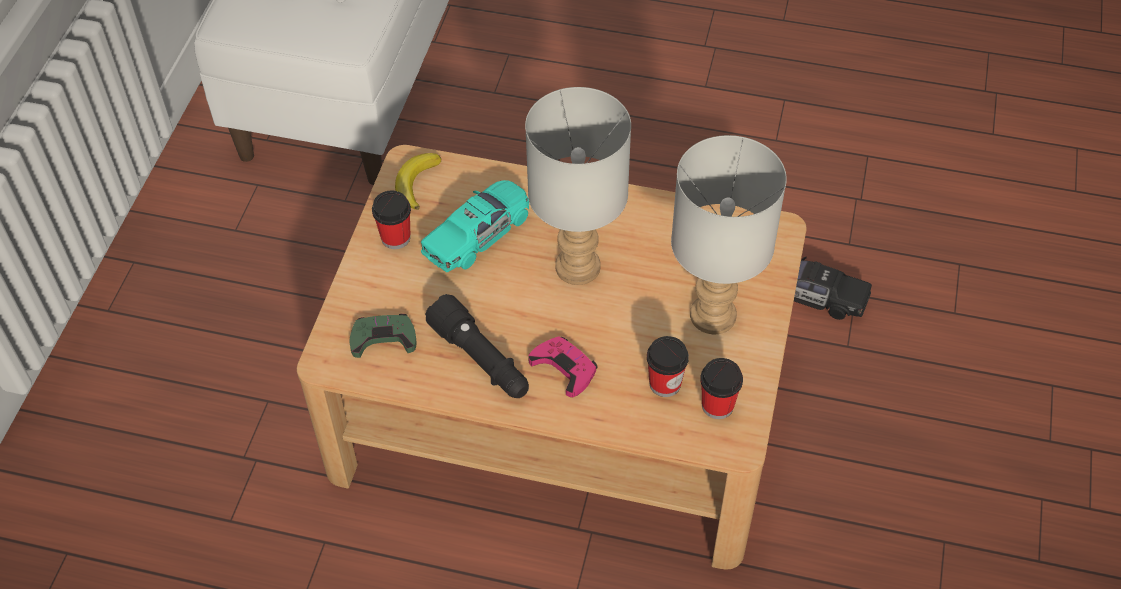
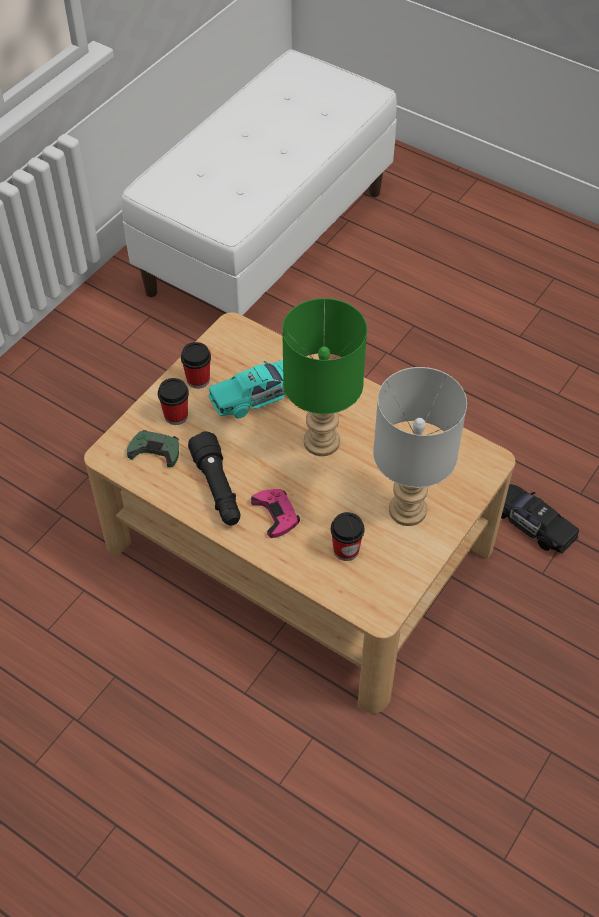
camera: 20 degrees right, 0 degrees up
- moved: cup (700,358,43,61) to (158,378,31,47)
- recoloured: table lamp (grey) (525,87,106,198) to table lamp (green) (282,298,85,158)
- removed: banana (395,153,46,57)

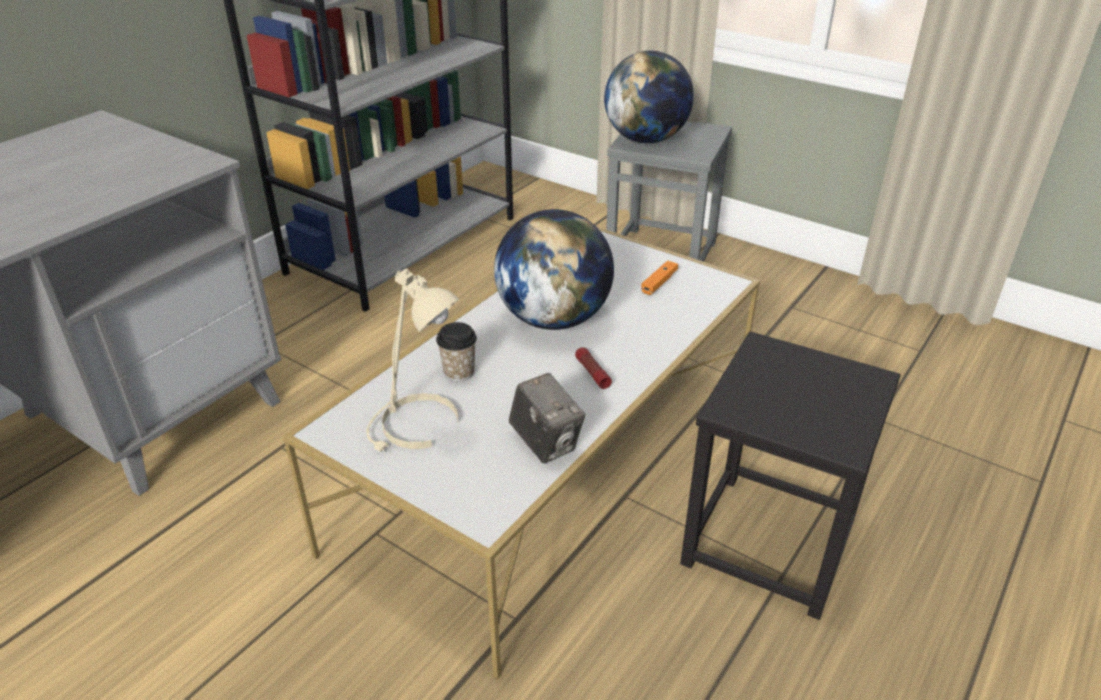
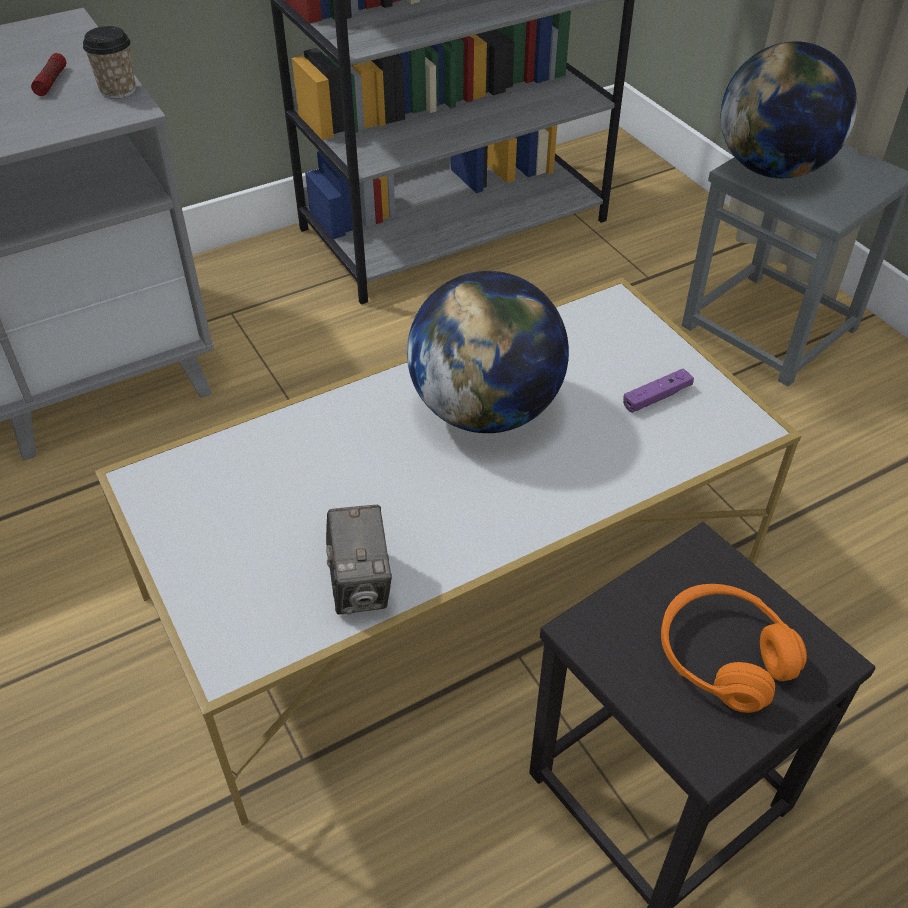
camera: 25 degrees right, 10 degrees up
- moved: flashlight (575,347,37,42) to (31,53,36,43)
- moved: cup (436,322,41,59) to (83,26,53,73)
- recoloured: game controller (orange) (641,261,37,34) to game controller (purple) (623,369,71,44)
- added: headphones (orange) (661,584,146,129)
- removed: table lamp (beige) (366,269,93,183)

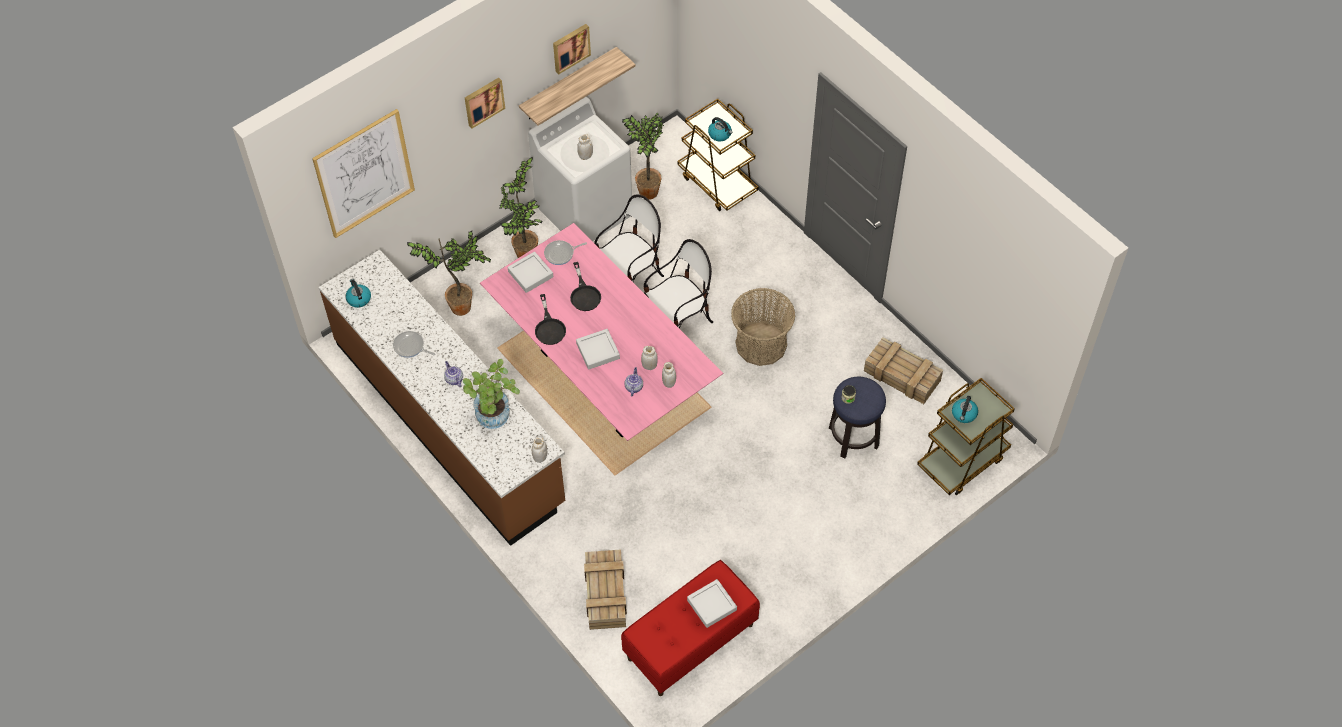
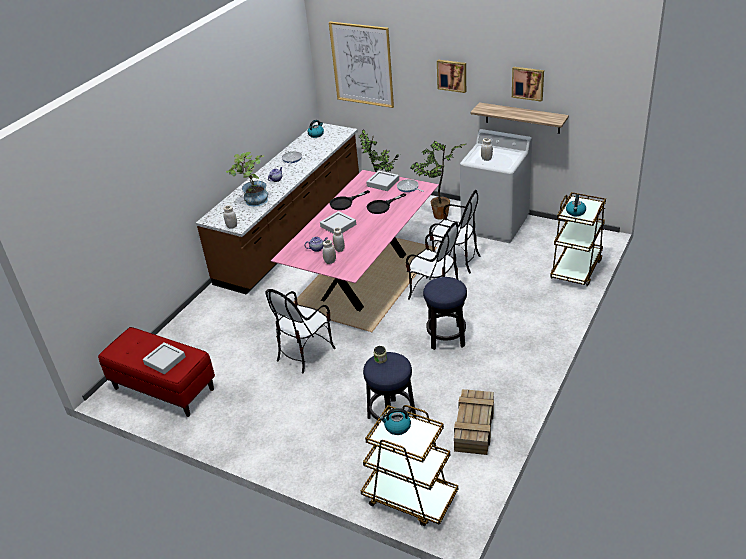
camera: 70 degrees right, 20 degrees down
- added: chair (266,289,70,85)
- replaced: basket (731,288,64,78) to stool (423,277,44,73)
- removed: crate (584,550,43,80)
- removed: potted plant (622,113,42,87)

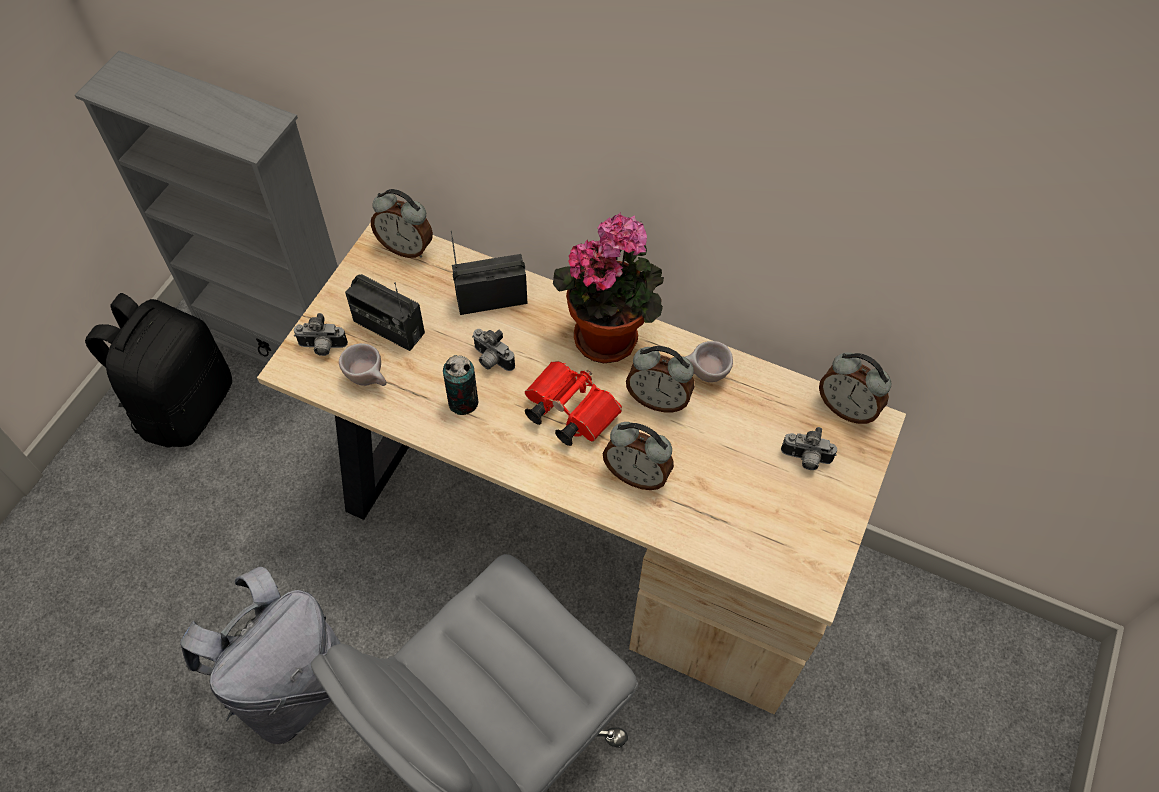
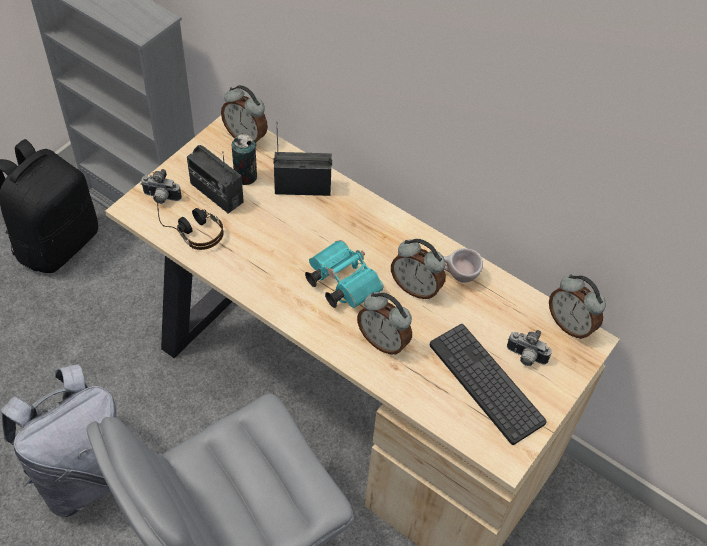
camera: 10 degrees right, 5 degrees down
- replaced: cup (beige) (339,343,48,43) to headphones (157,202,67,48)
- moved: can (443,355,36,60) to (232,134,25,51)
- recoloured: binoculars (red) (525,361,97,85) to binoculars (turquoise) (305,240,79,68)
- added: keyboard (430,324,117,121)
- removed: photo camera (472,329,43,42)
- removed: potted plant (553,212,111,151)

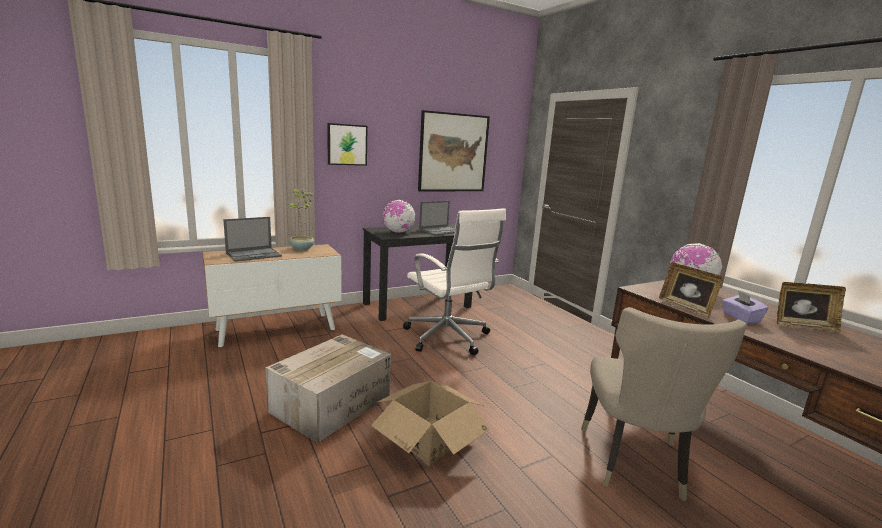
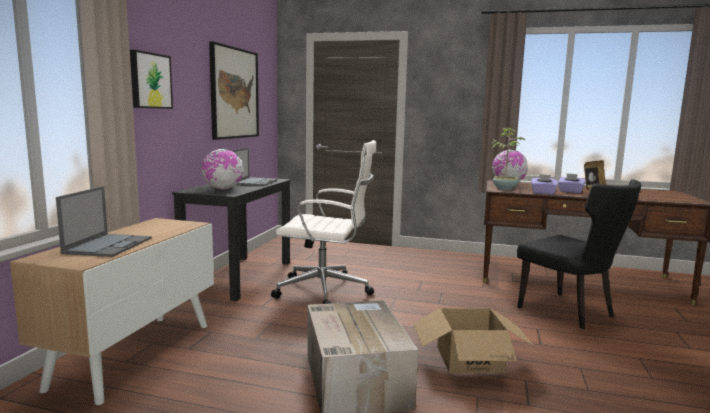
camera: 45 degrees left, 5 degrees down
- moved: potted plant (289,189,26,62) to (492,127,33,63)
- recoloured: chair (beige) (581,307,166,194) to chair (black) (517,179,124,150)
- replaced: picture frame (659,263,64,55) to tissue box (purple) (531,174,27,20)

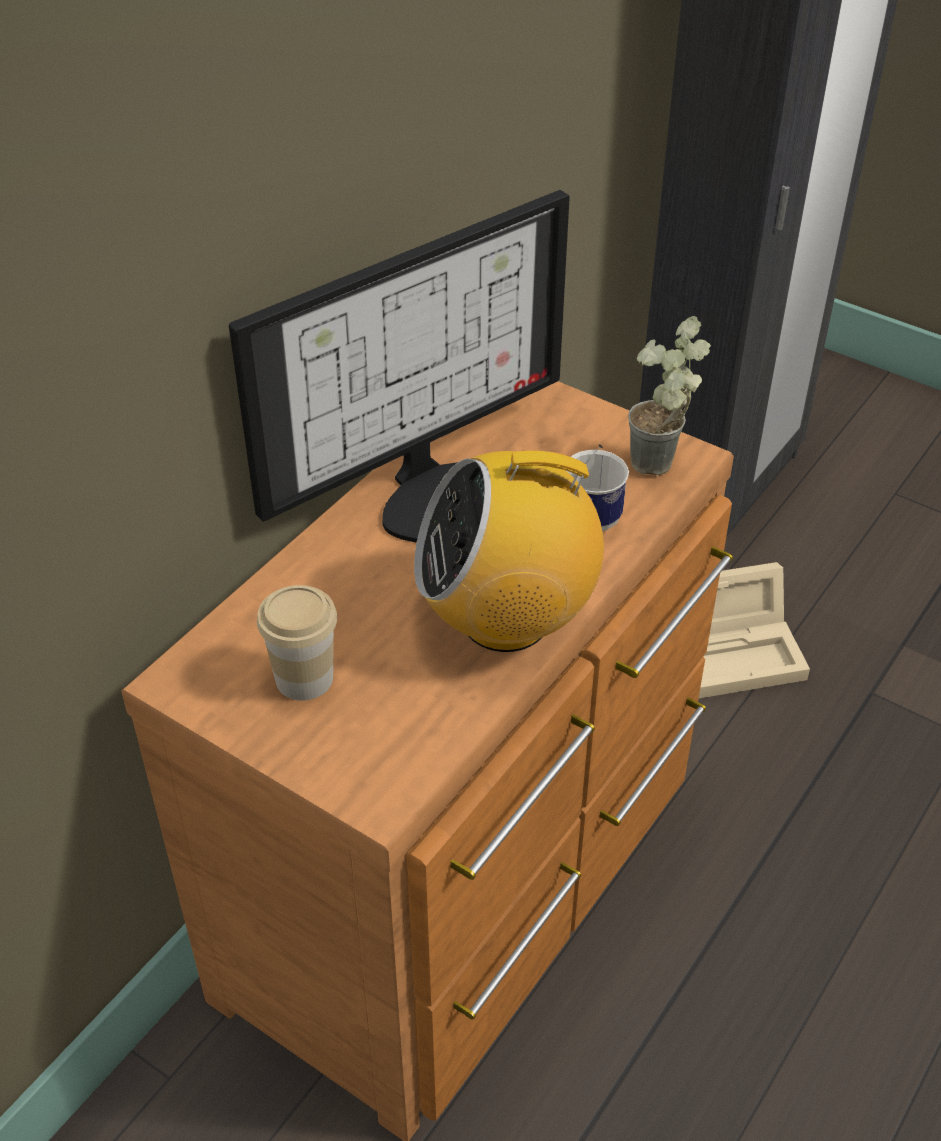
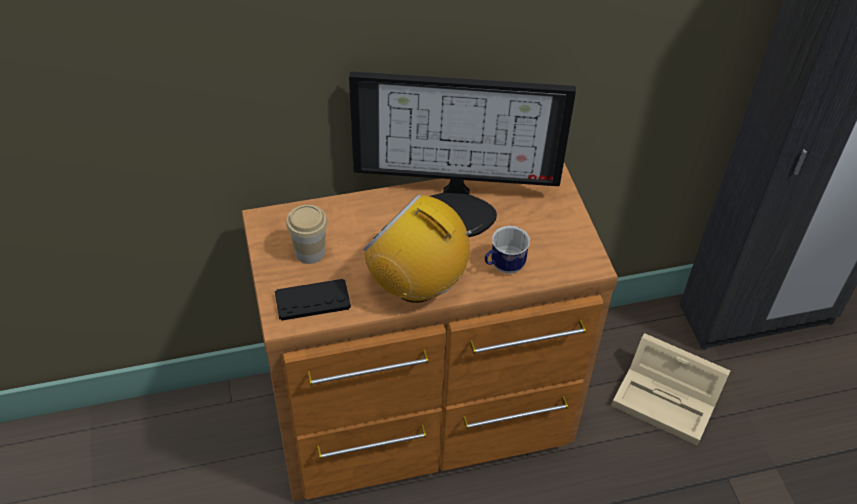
camera: 40 degrees right, 5 degrees up
- added: game controller (black) (275,279,76,42)
- removed: potted plant (628,316,83,160)

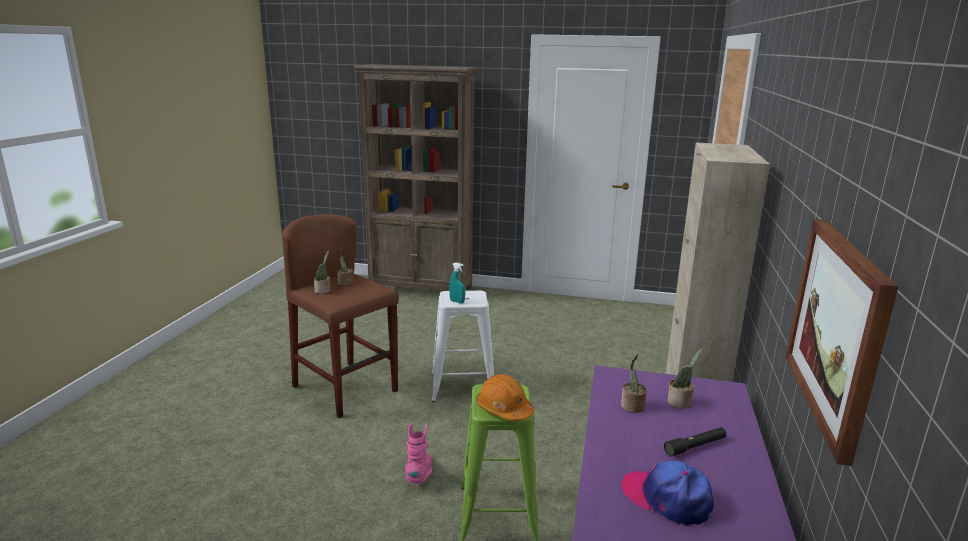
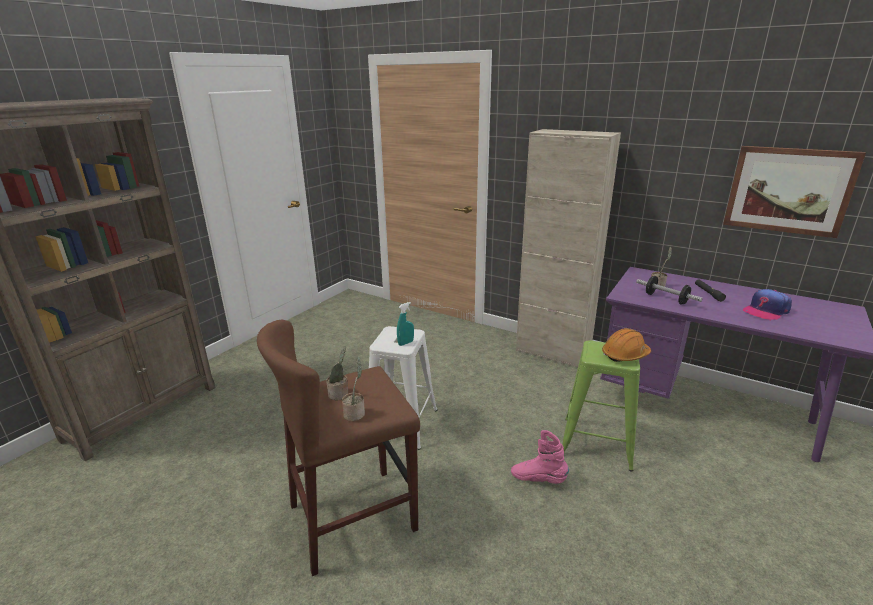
camera: 70 degrees left, 5 degrees up
- replaced: potted plant (621,354,26,59) to dumbbell (636,276,67,29)

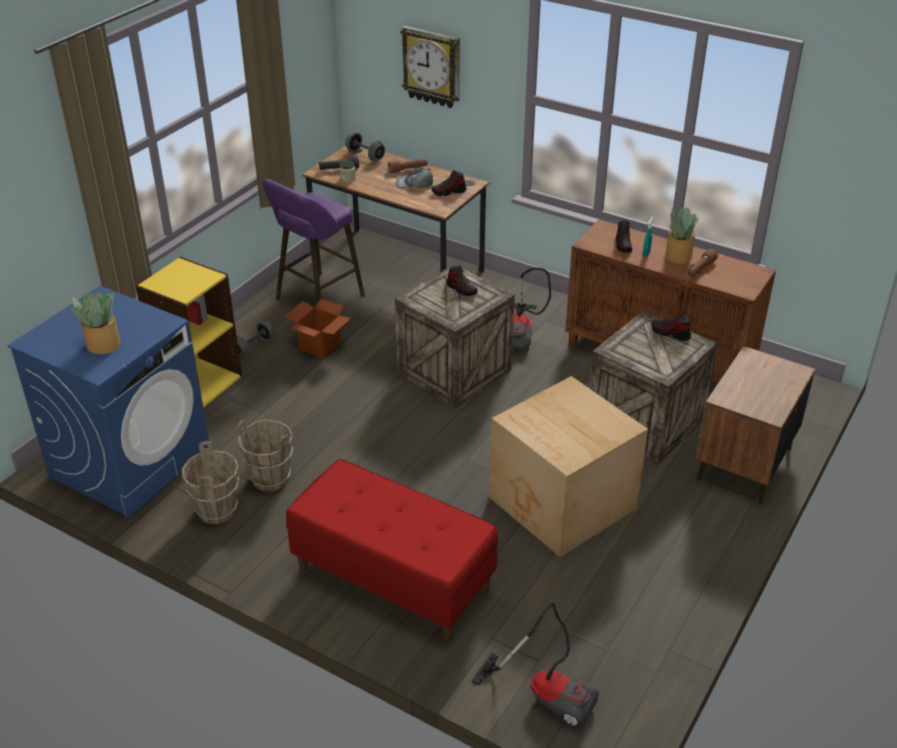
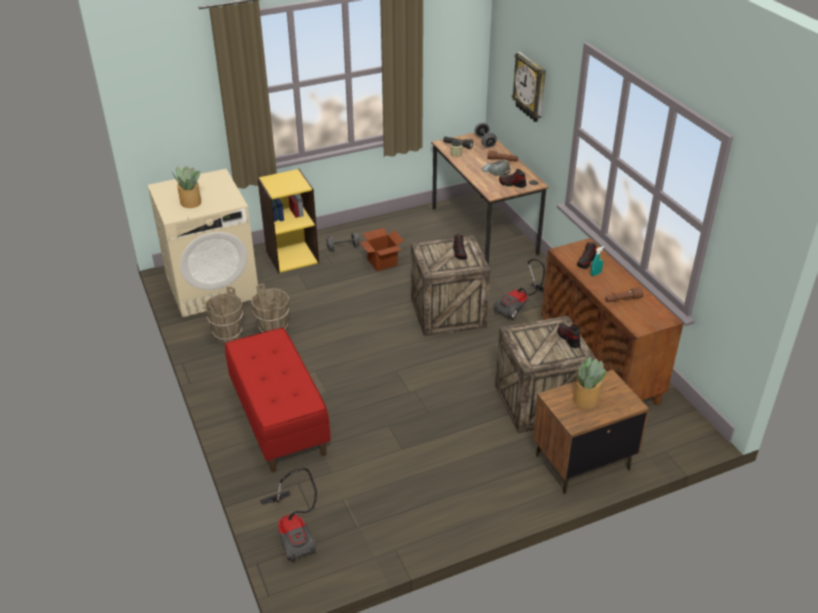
camera: 35 degrees right, 0 degrees up
- recoloured: washing machine (blue) (8,286,201,231) to washing machine (beige) (147,169,111,149)
- moved: potted plant (665,207,35,57) to (573,357,33,51)
- removed: stool (purple) (263,179,102,125)
- removed: cardboard box (489,376,159,181)

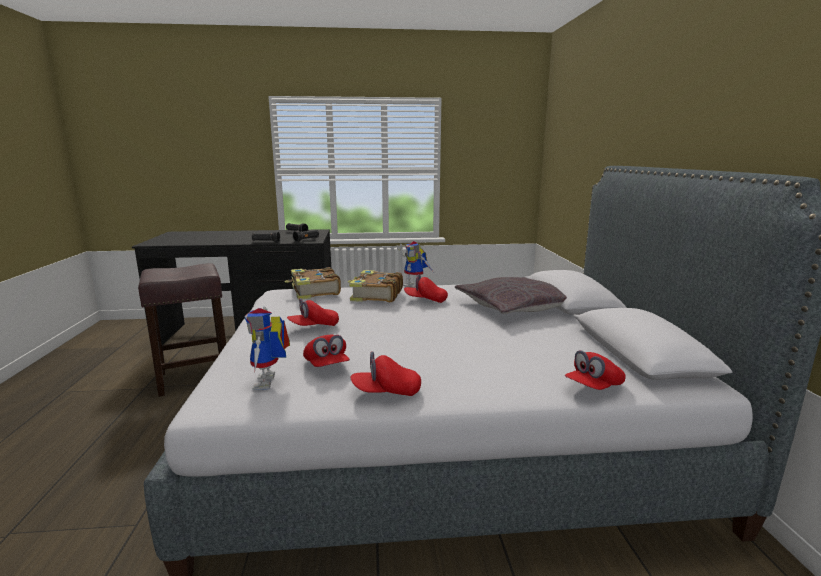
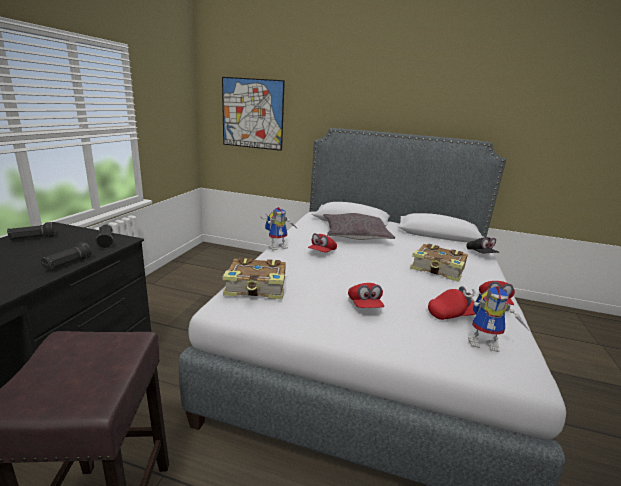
camera: 70 degrees left, 5 degrees up
- added: picture (222,77,63,74)
- moved: book (348,270,55,32) to (410,244,58,38)
- recoloured: cap (red) (565,350,61,40) to cap (black) (466,237,33,16)

